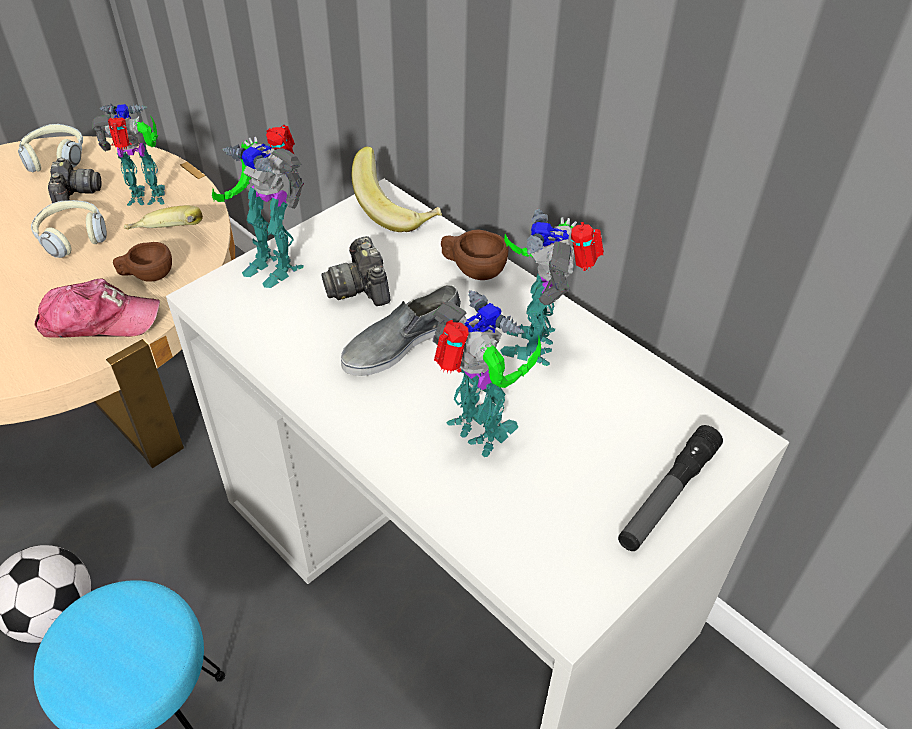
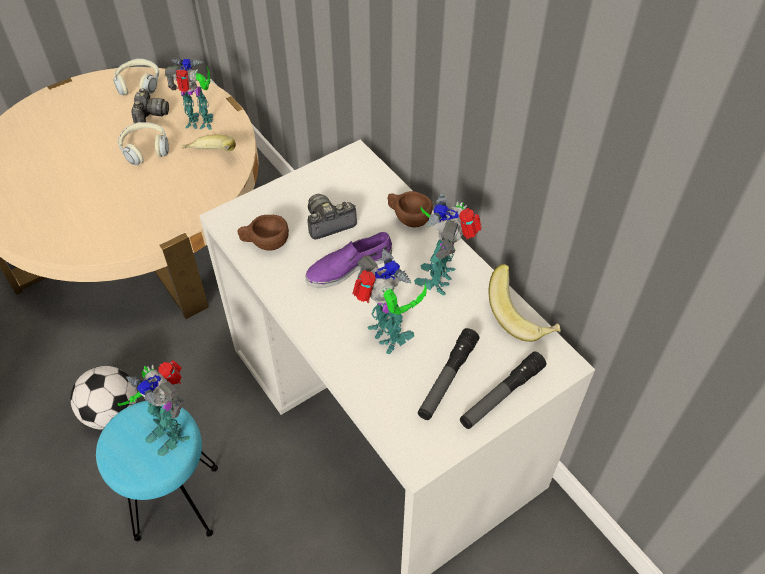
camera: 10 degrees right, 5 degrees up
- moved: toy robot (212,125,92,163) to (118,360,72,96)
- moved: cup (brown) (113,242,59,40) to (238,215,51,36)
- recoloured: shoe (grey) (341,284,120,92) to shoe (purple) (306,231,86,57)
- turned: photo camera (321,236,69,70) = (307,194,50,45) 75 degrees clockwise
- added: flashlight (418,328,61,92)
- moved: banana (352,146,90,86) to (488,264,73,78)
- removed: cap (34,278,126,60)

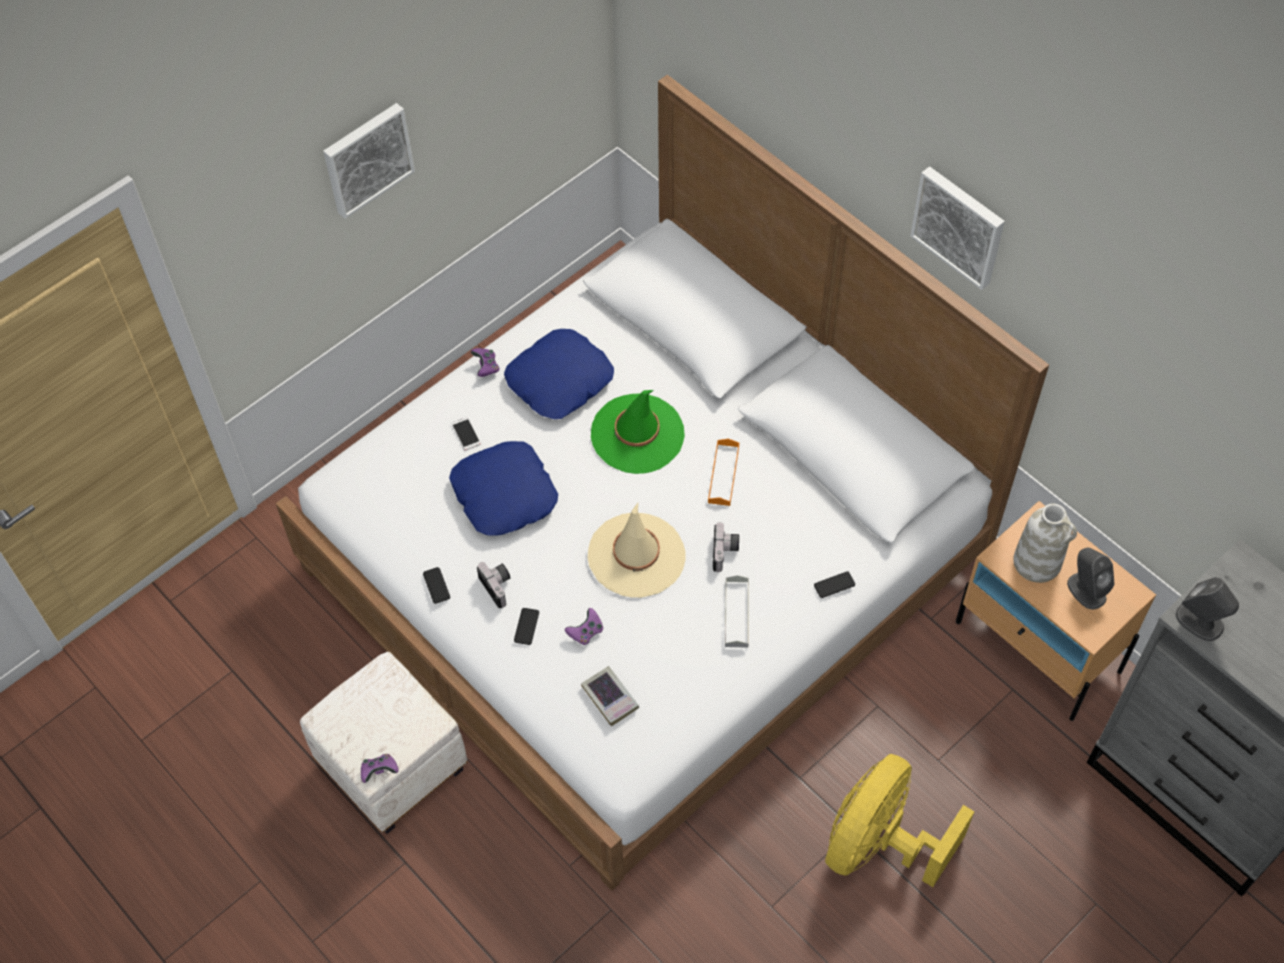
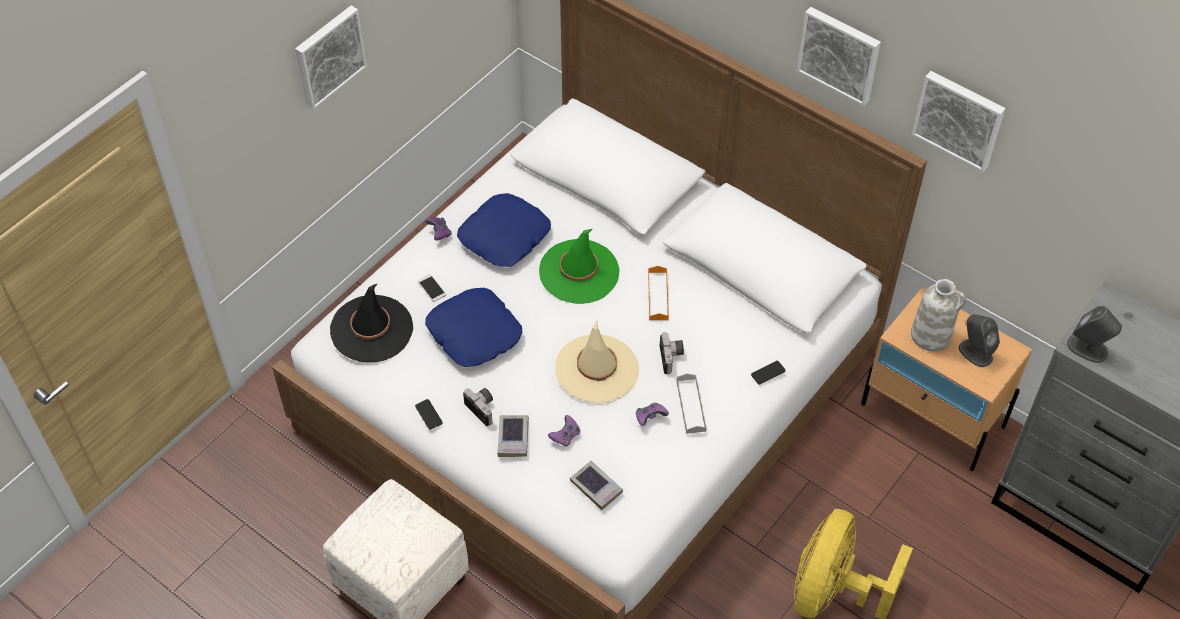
camera: 10 degrees left, 5 degrees down
- added: hat (black) (330,284,83,78)
- replaced: phone (514,608,25,37) to book (497,415,32,42)
- moved: game controller (purple) (361,754,38,29) to (636,403,33,23)
- added: picture (912,71,94,101)

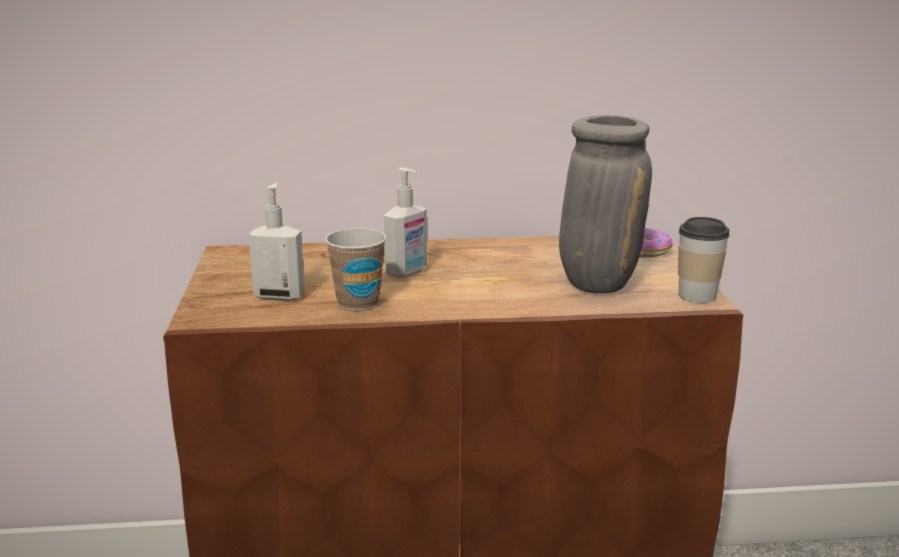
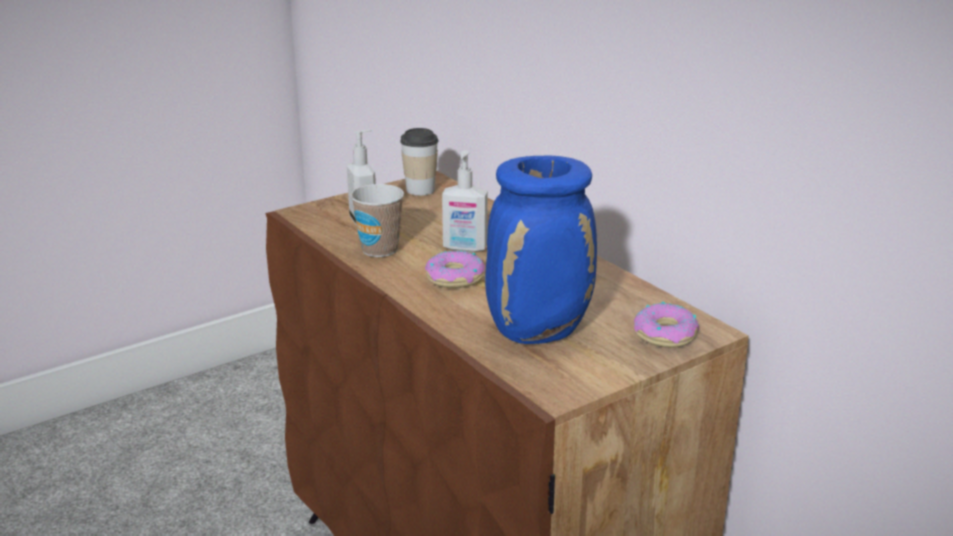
camera: 60 degrees right, 5 degrees up
- moved: cup (678,217,52,86) to (400,128,39,68)
- added: donut (425,250,60,38)
- recoloured: vase (grey) (559,115,93,178) to vase (blue) (485,156,112,188)

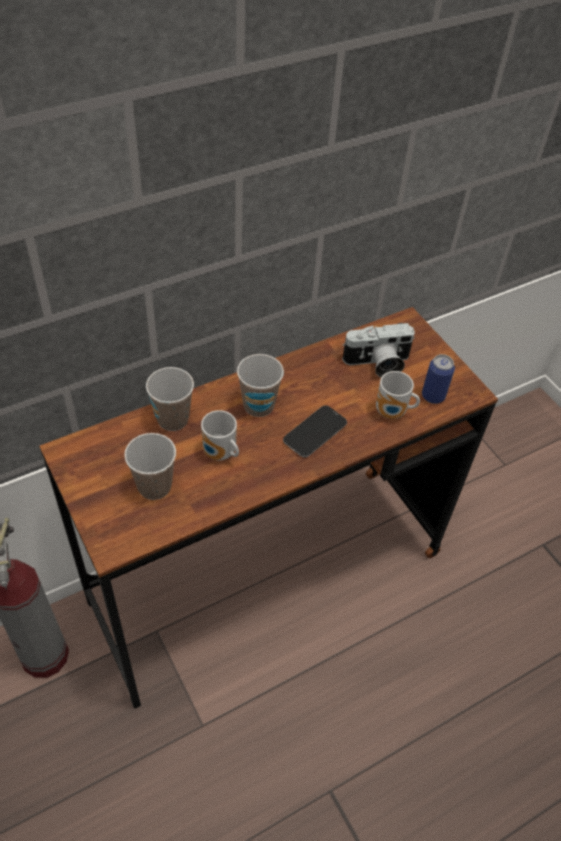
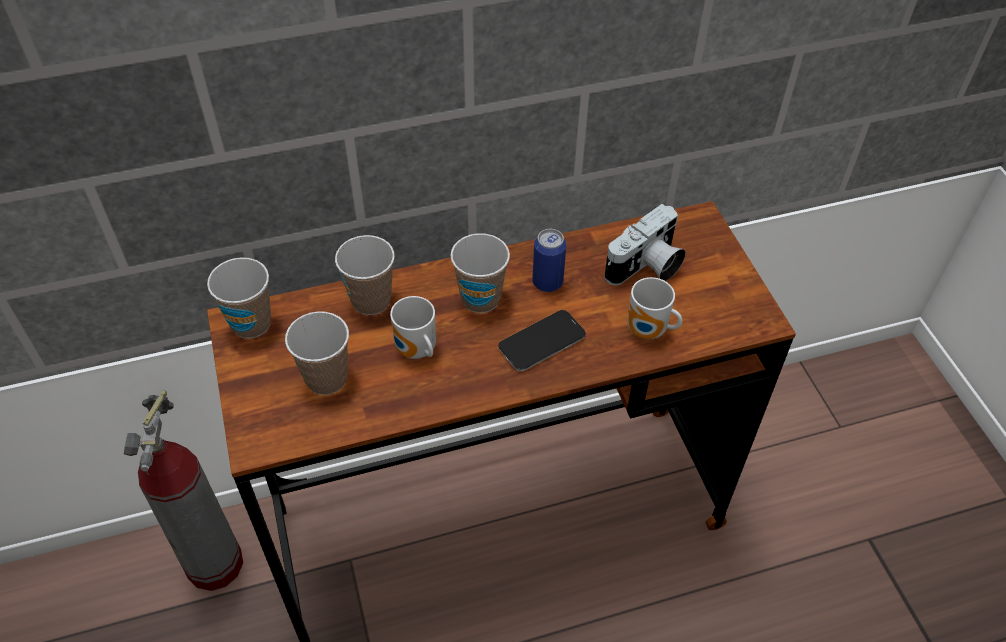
camera: 15 degrees right, 0 degrees up
- added: cup (207,257,64,82)
- moved: can (422,354,33,50) to (532,229,34,63)
- turned: photo camera (342,323,73,54) = (605,204,81,81) 45 degrees counterclockwise

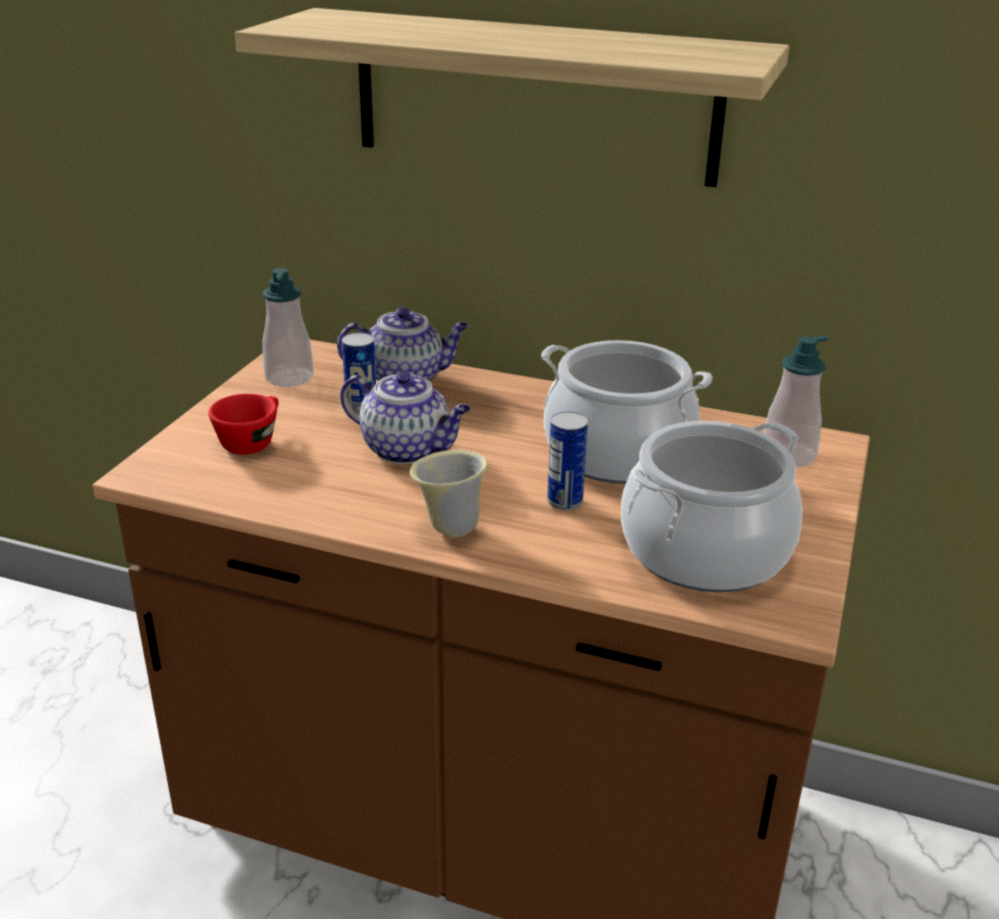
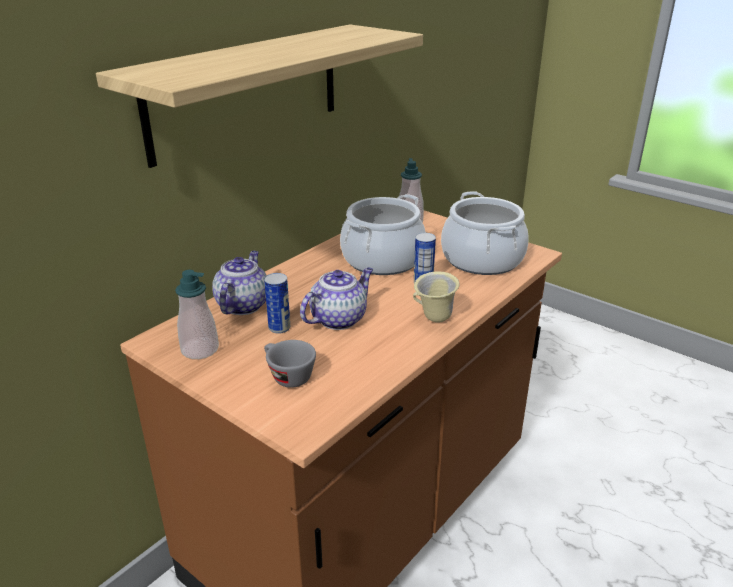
camera: 70 degrees left, 0 degrees up
- recoloured: cup (red) (209,394,70,60) to cup (grey) (264,340,52,48)

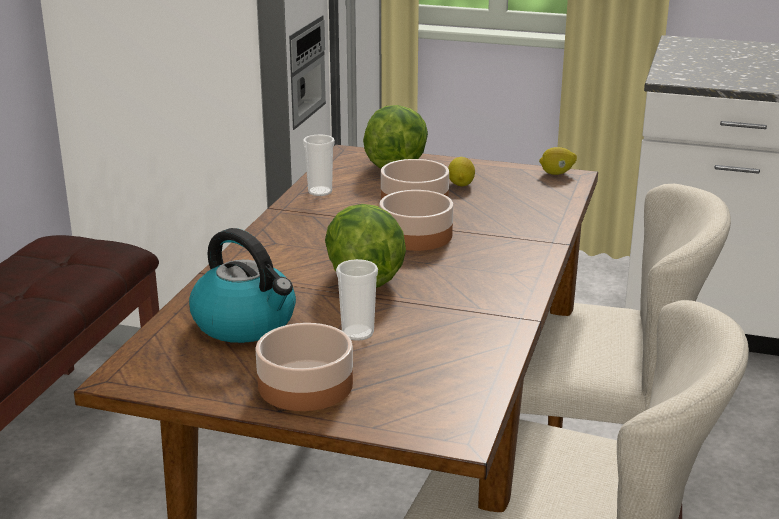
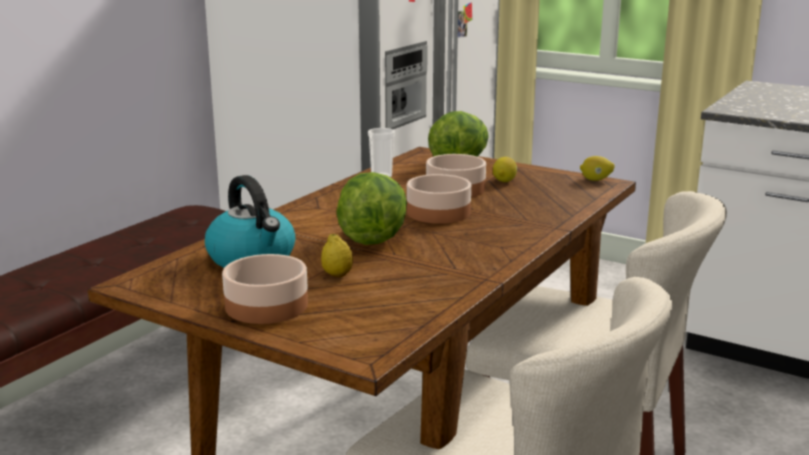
camera: 15 degrees right, 5 degrees down
- replaced: cup (336,259,42,82) to lemon (321,234,32,43)

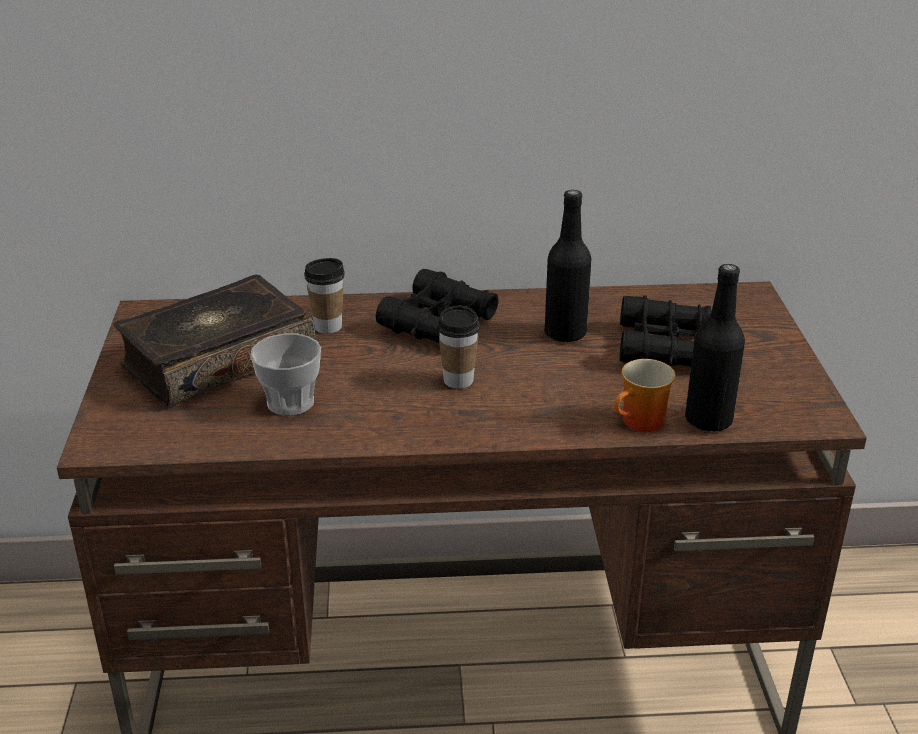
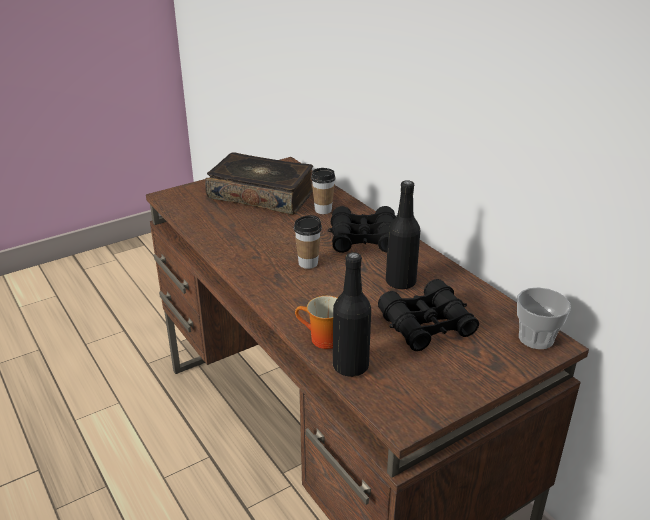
camera: 60 degrees right, 0 degrees up
- moved: cup (250,334,71,82) to (517,287,54,62)

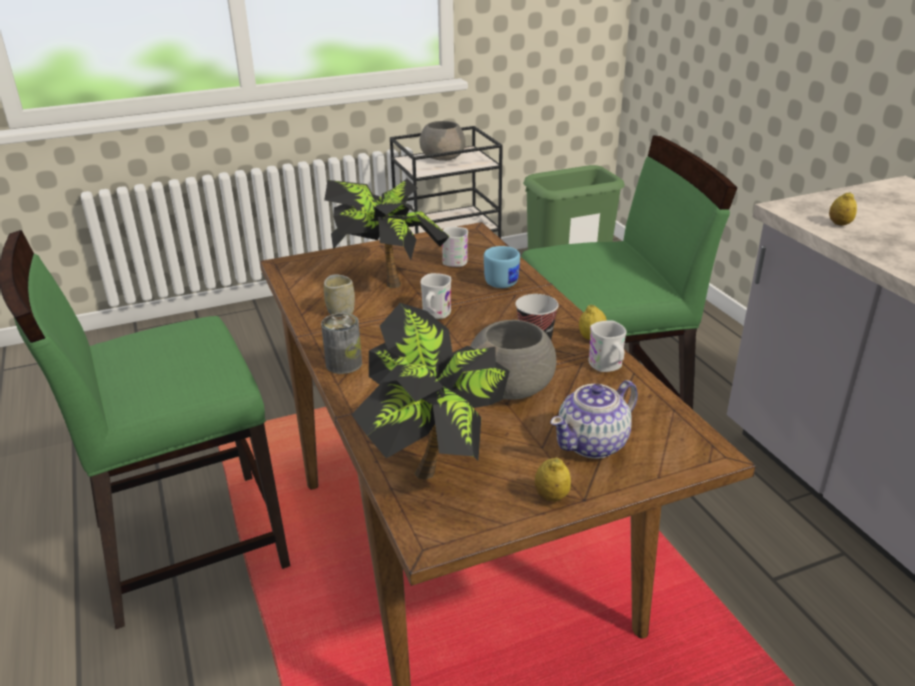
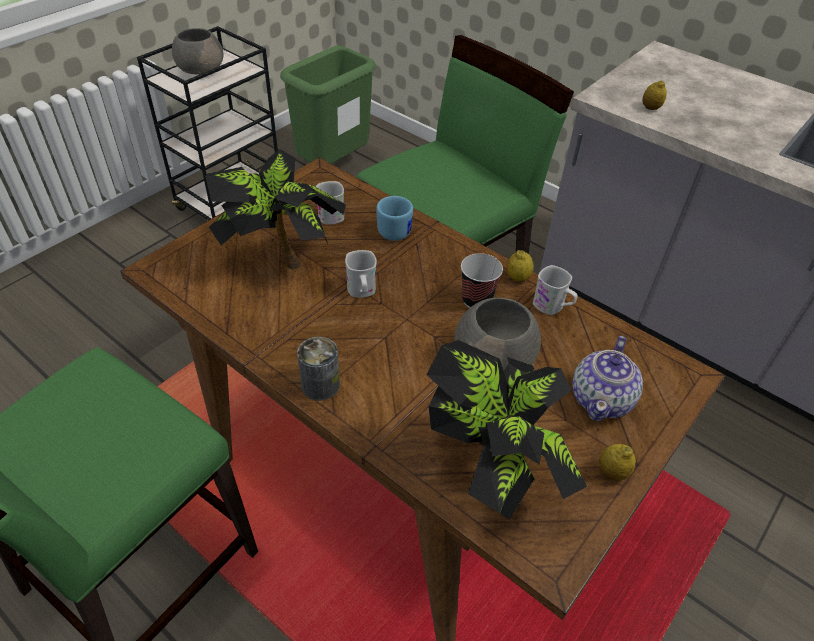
camera: 30 degrees left, 15 degrees up
- removed: cup (324,274,31,41)

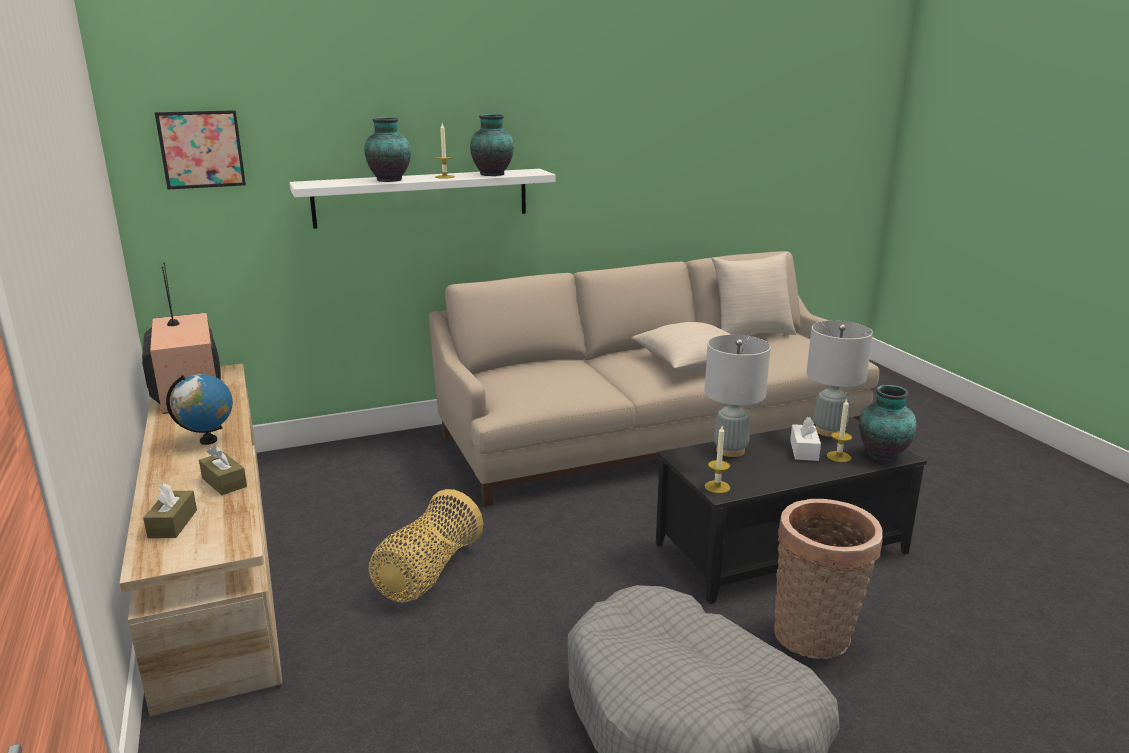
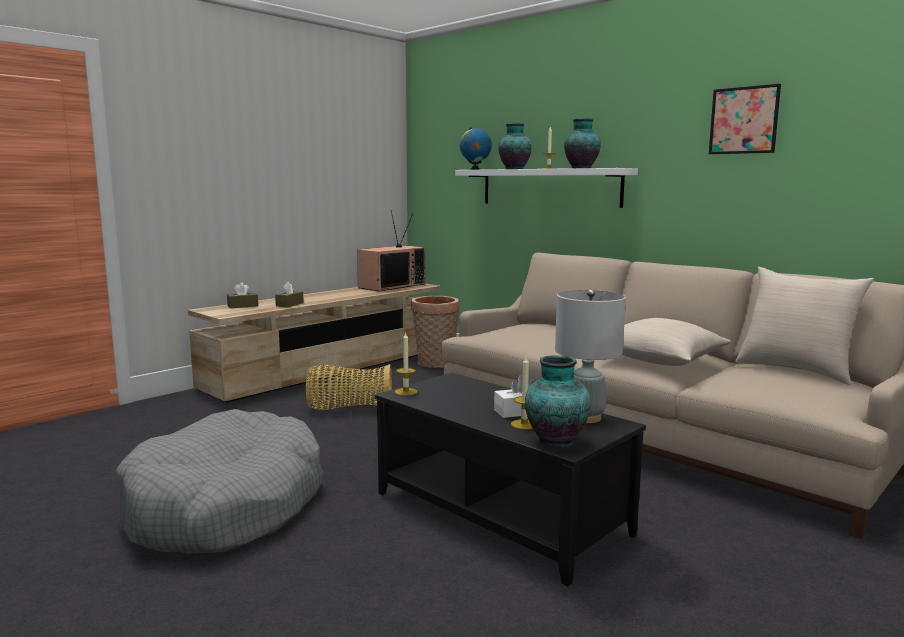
camera: 65 degrees right, 10 degrees down
- moved: basket (774,499,109,160) to (411,296,48,72)
- moved: globe (166,374,67,71) to (460,127,32,43)
- moved: picture (155,110,91,79) to (709,84,72,70)
- removed: table lamp (grey) (704,335,67,122)

